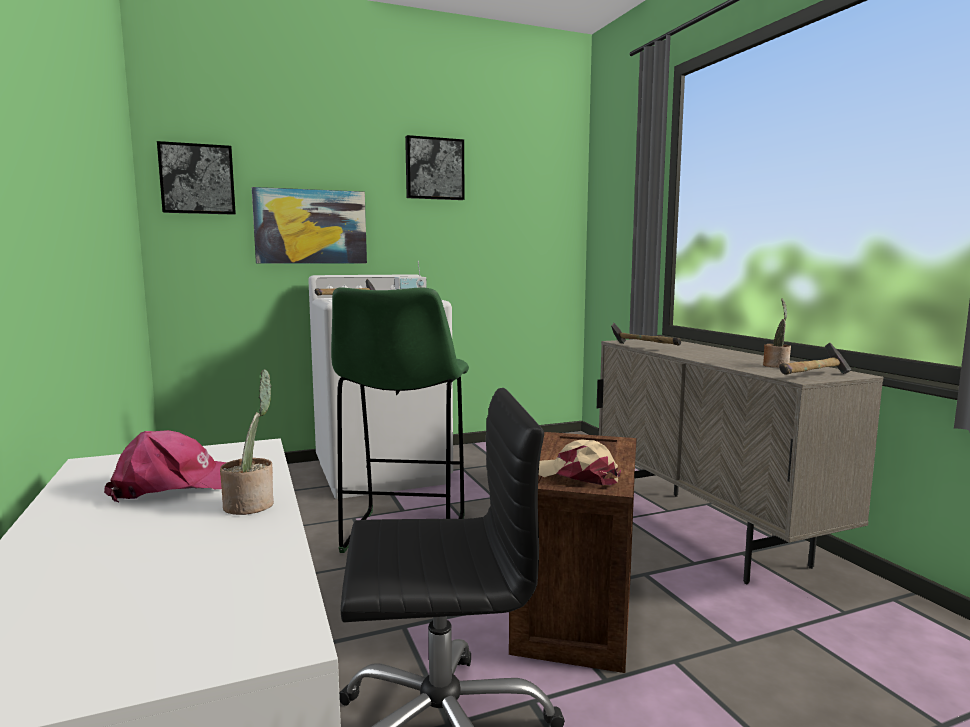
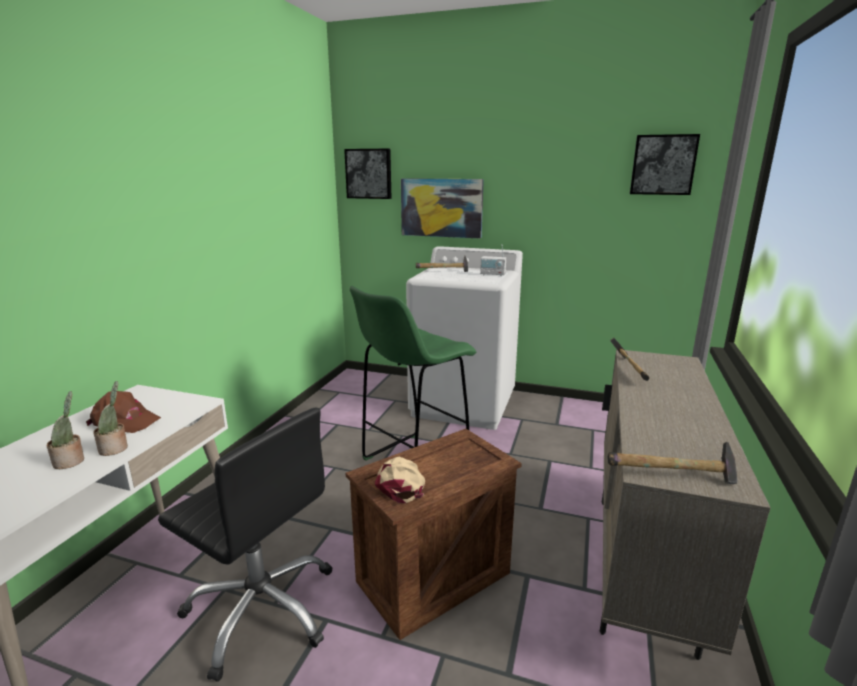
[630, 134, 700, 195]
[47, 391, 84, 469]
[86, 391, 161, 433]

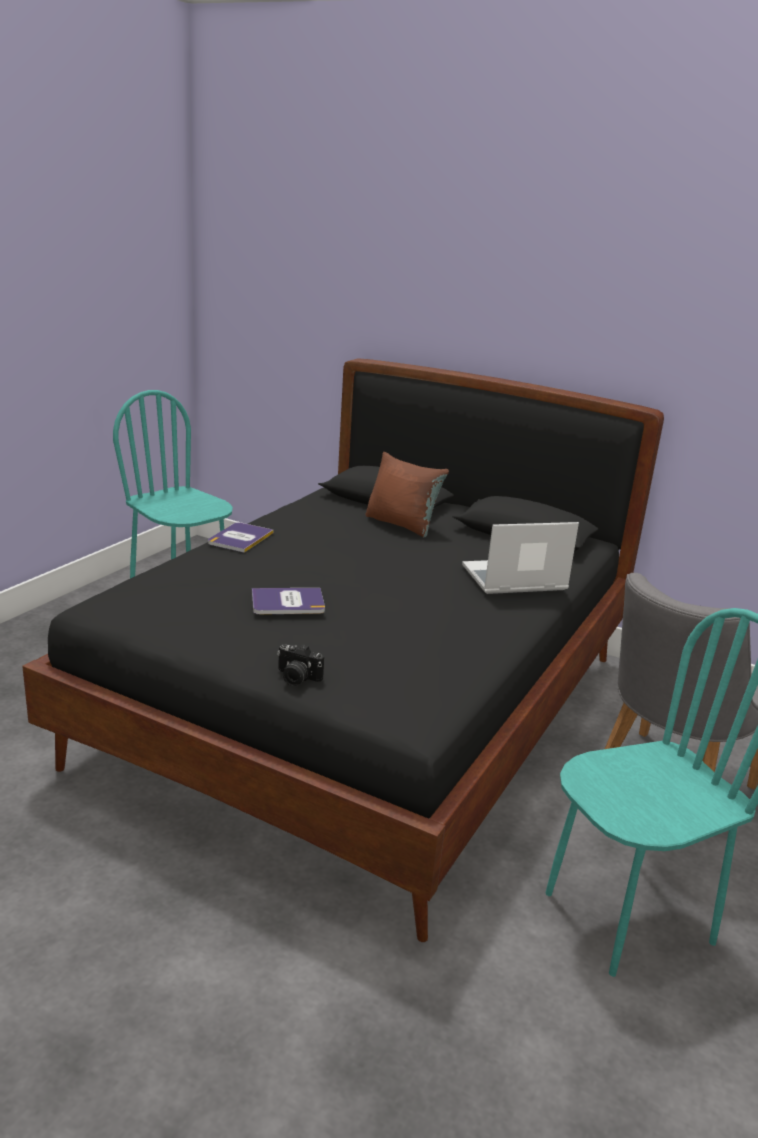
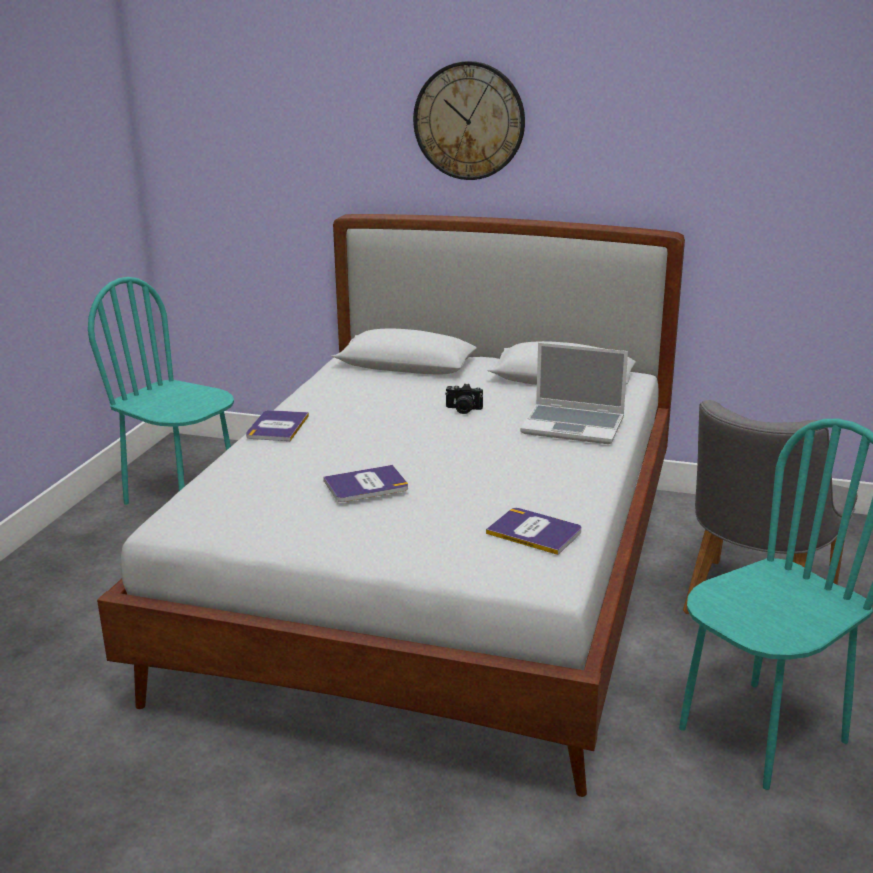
[97, 214, 685, 797]
[365, 452, 449, 537] (first image)
[520, 342, 628, 444]
[445, 383, 483, 414]
[413, 61, 525, 180]
[486, 508, 582, 555]

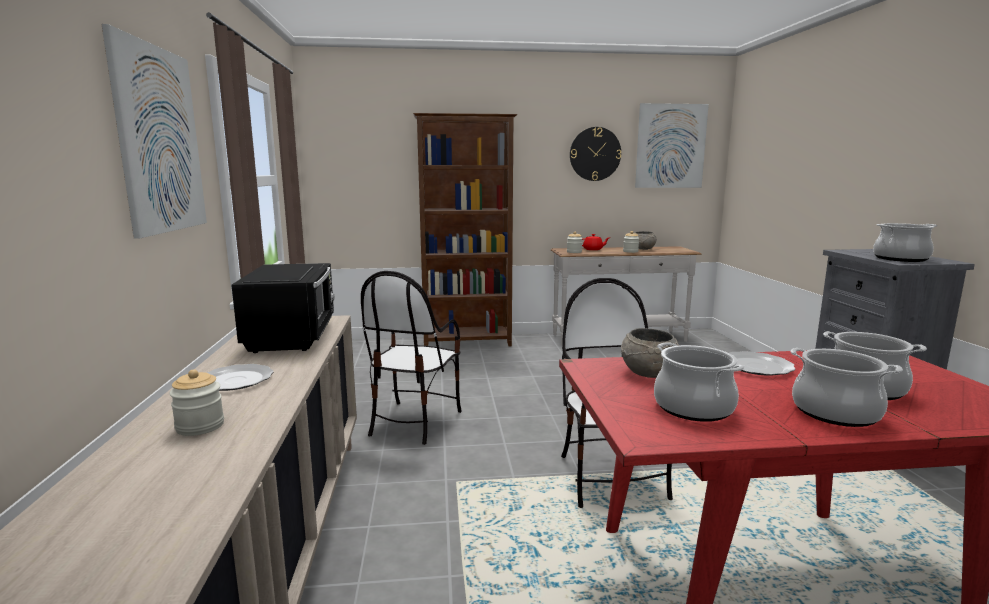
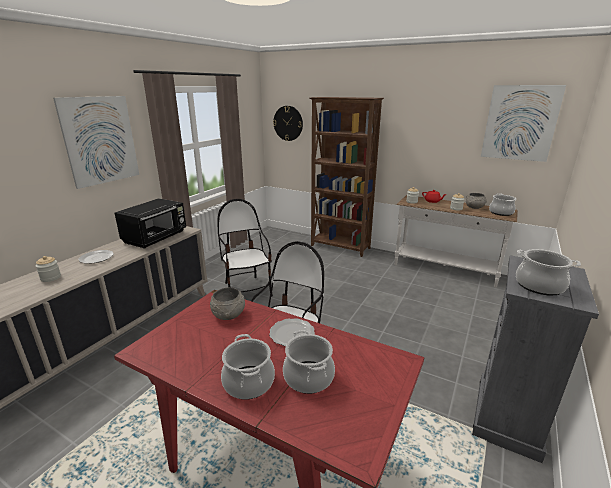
[273, 106, 303, 141]
[218, 199, 273, 297]
[489, 193, 516, 216]

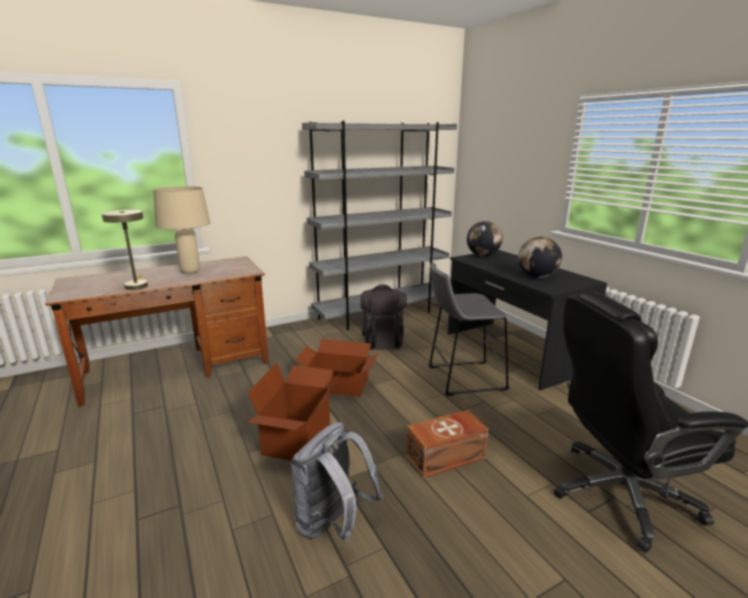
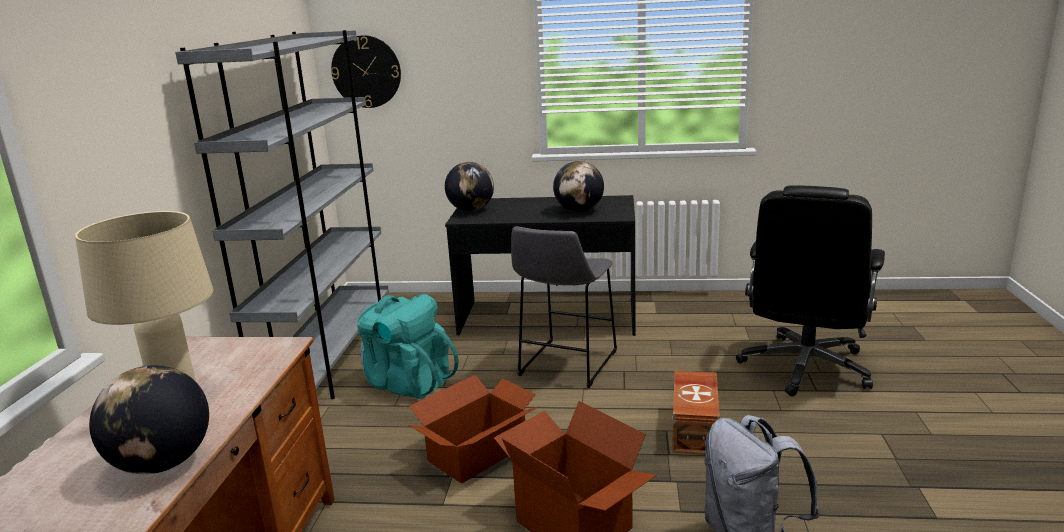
[89, 365, 209, 474]
[357, 294, 459, 399]
[331, 35, 401, 108]

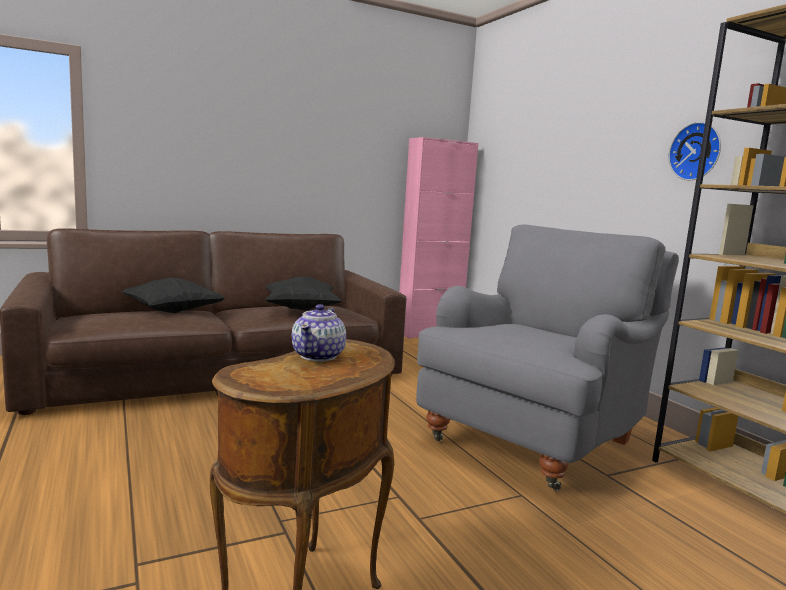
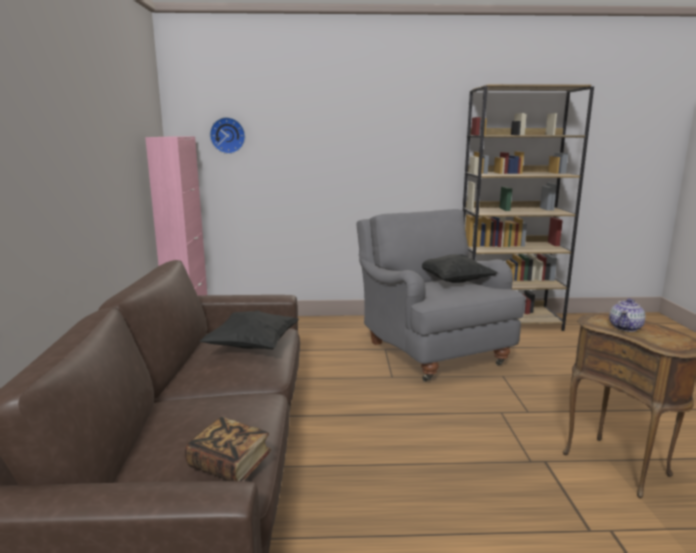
[210, 117, 245, 154]
[422, 254, 498, 283]
[609, 298, 646, 332]
[185, 417, 271, 481]

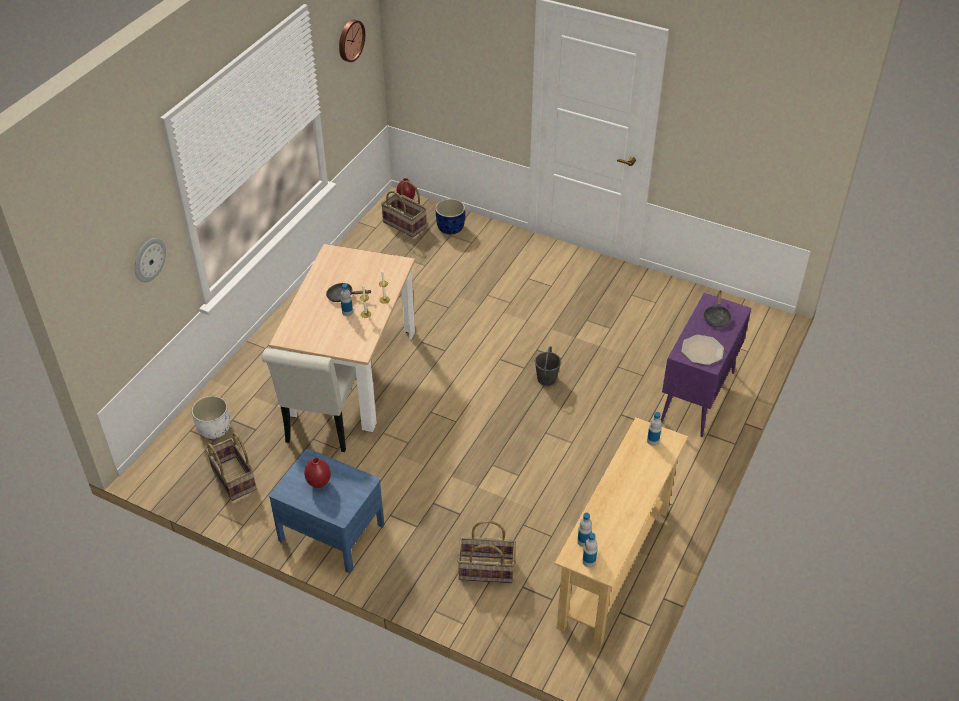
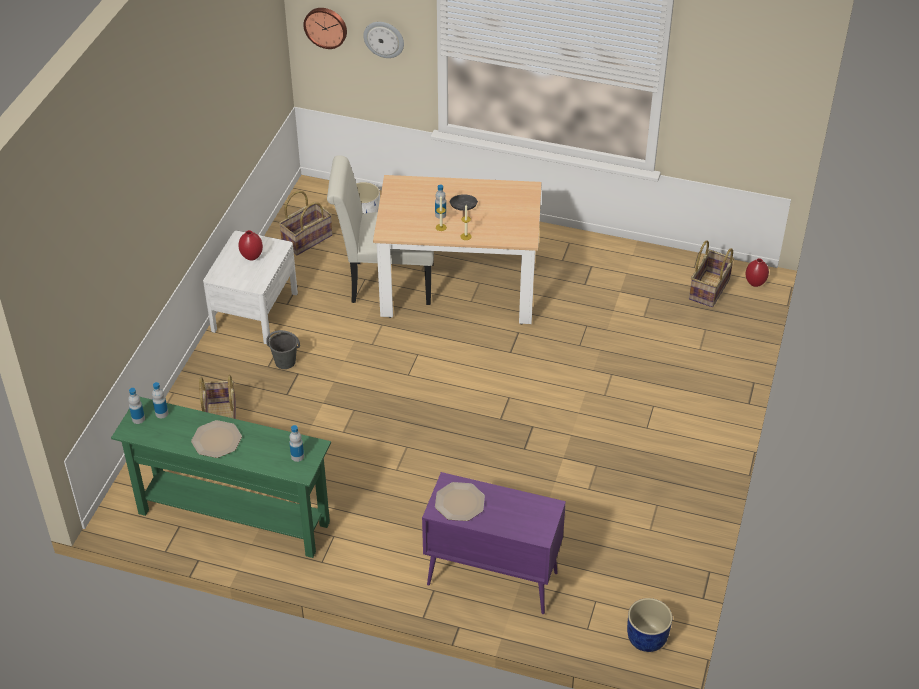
[304, 8, 347, 49]
[627, 598, 672, 652]
[704, 291, 731, 327] (first image)
[267, 330, 300, 369]
[111, 397, 331, 558]
[203, 231, 298, 344]
[191, 420, 242, 458]

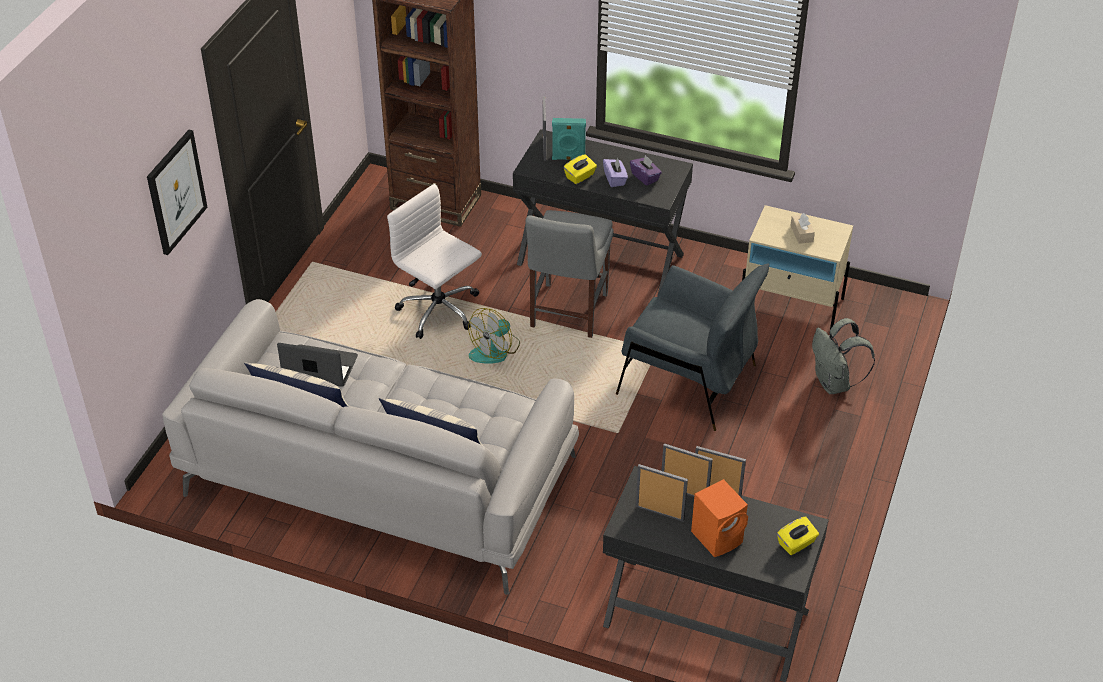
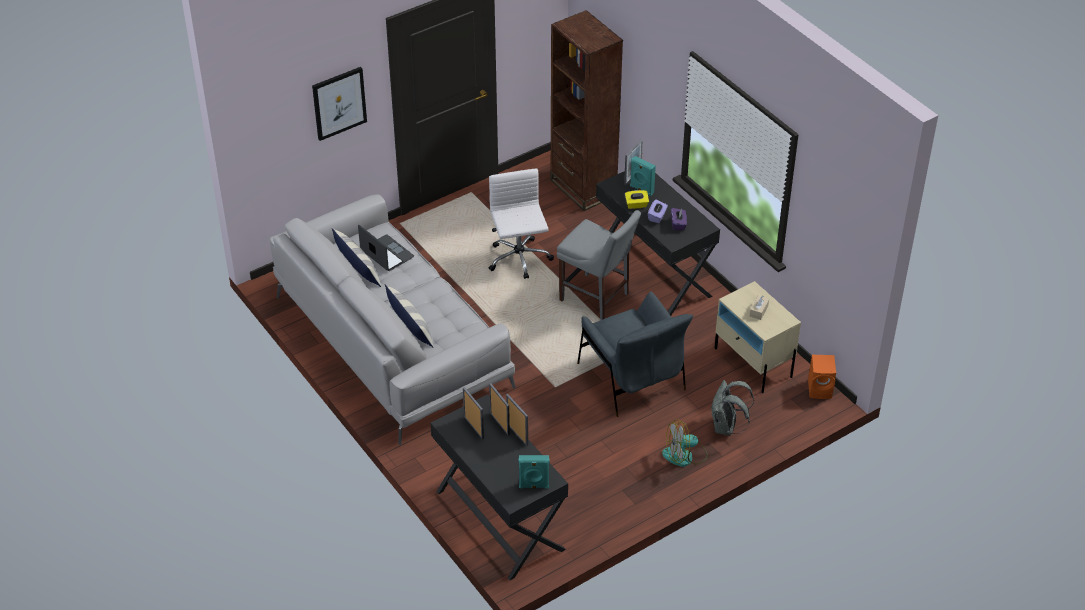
[557, 210, 641, 320]
[662, 419, 708, 467]
[808, 355, 836, 399]
[519, 455, 549, 488]

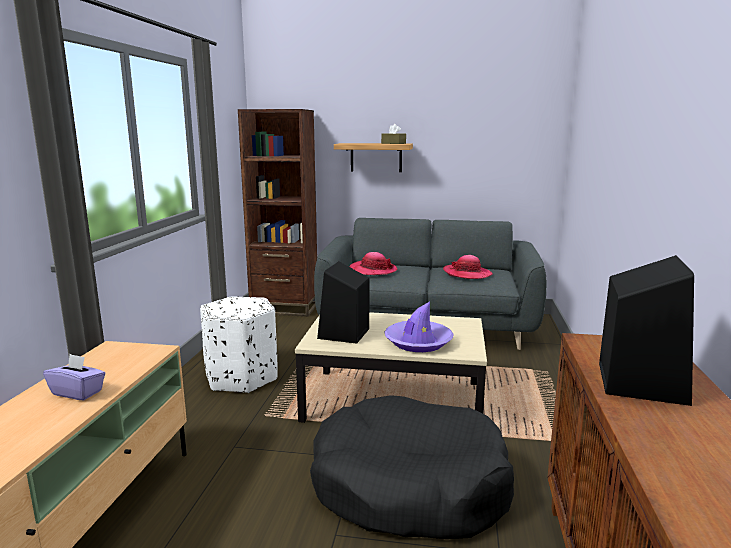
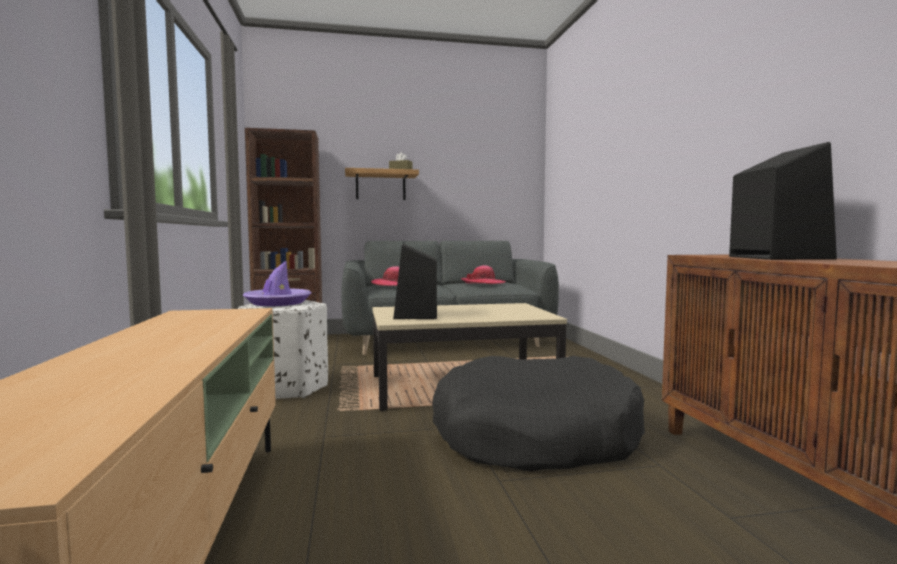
[243, 260, 312, 306]
[43, 354, 106, 400] (first image)

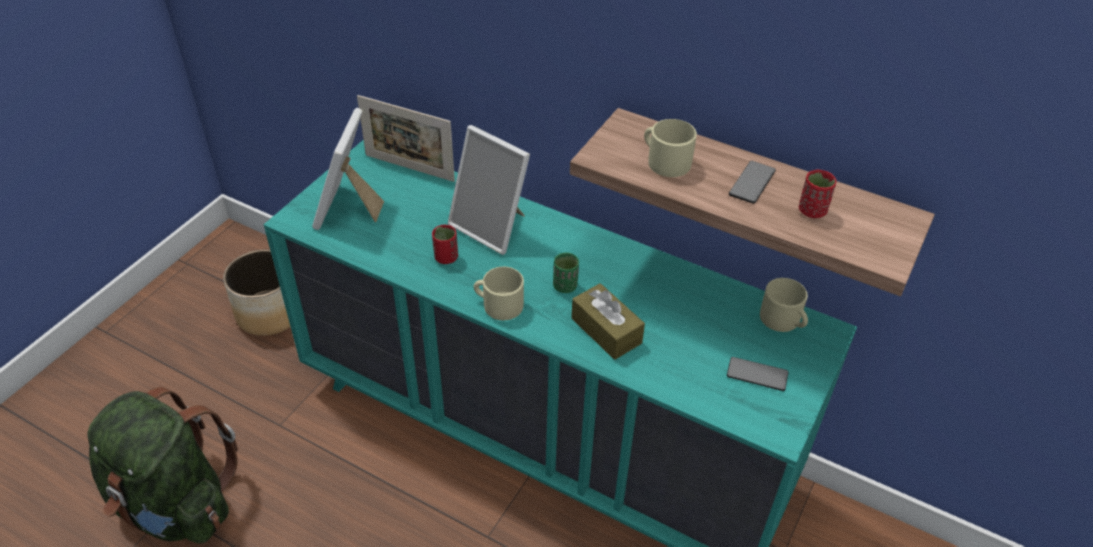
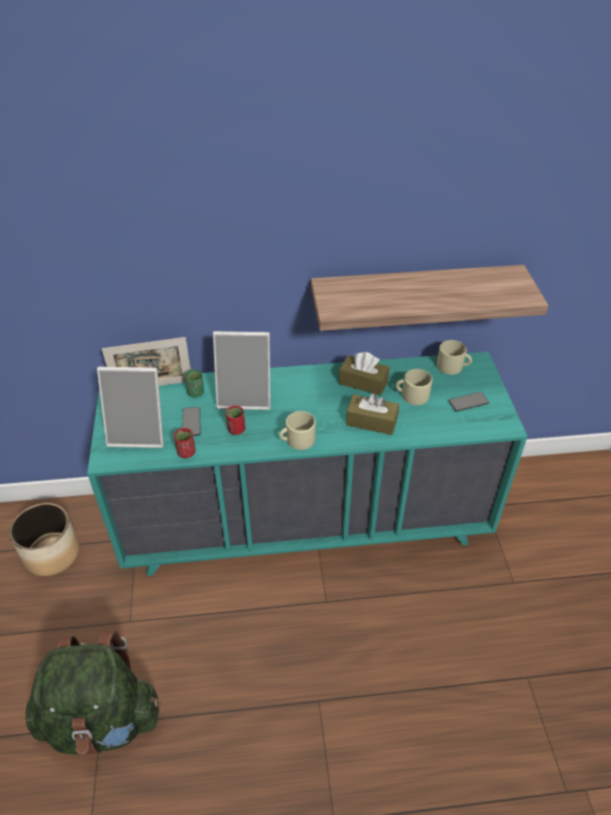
[97, 367, 164, 448]
[396, 369, 432, 405]
[182, 407, 200, 436]
[174, 428, 196, 458]
[185, 370, 204, 398]
[339, 352, 390, 396]

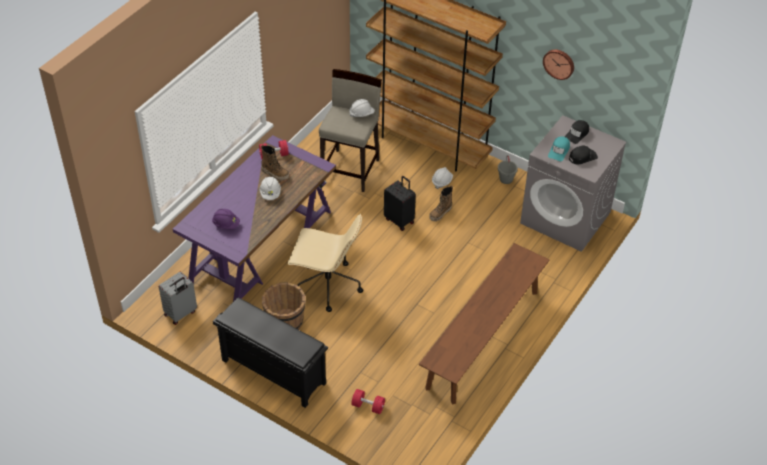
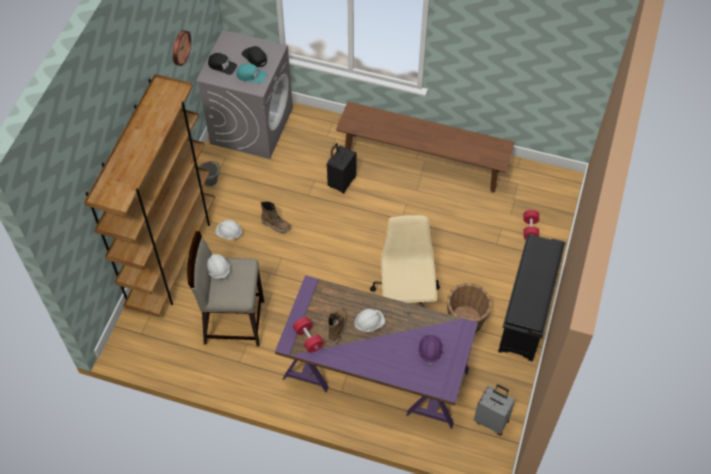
[327, 143, 356, 194]

